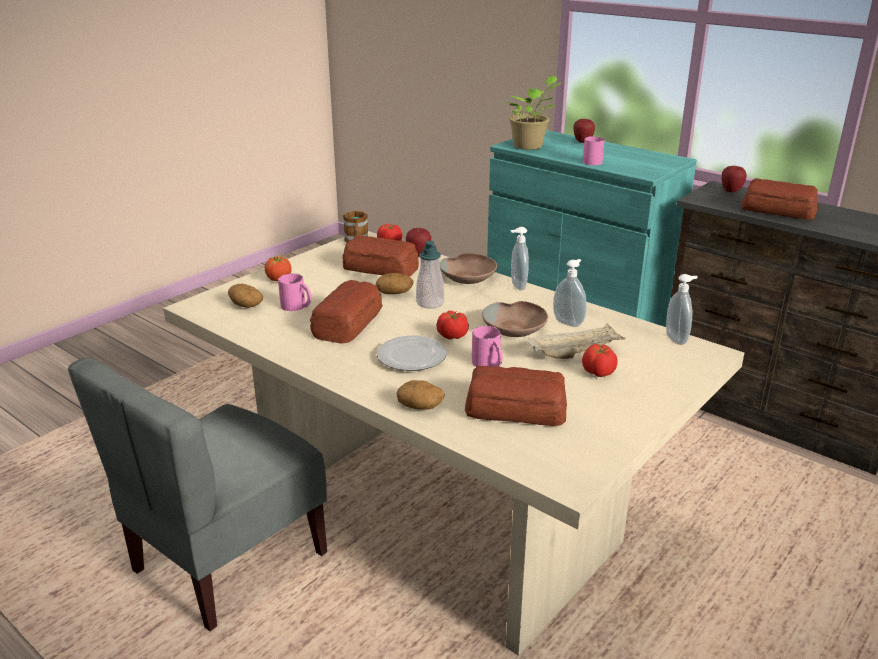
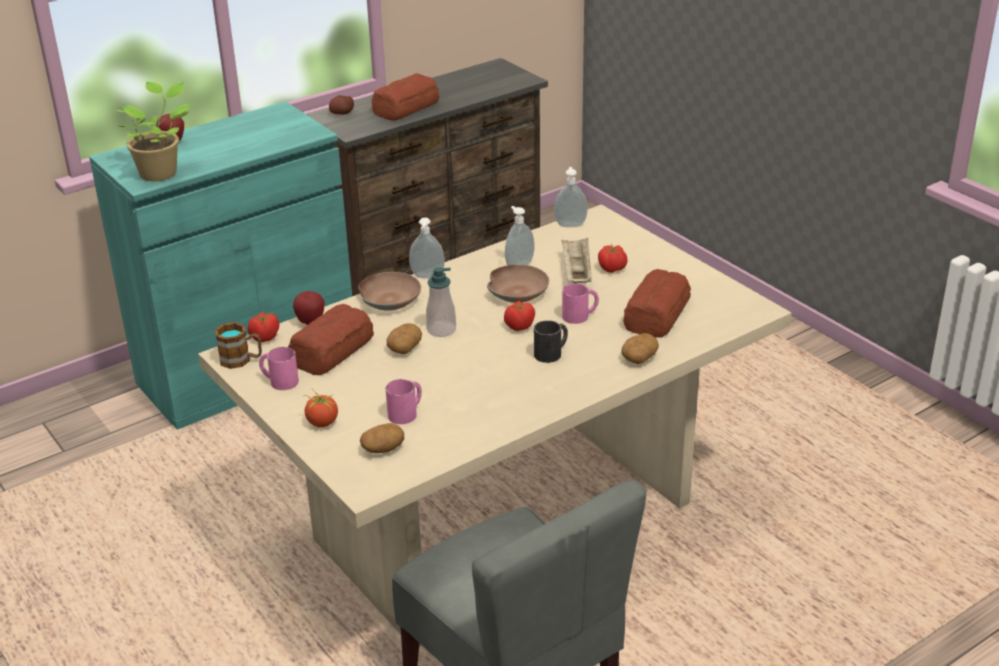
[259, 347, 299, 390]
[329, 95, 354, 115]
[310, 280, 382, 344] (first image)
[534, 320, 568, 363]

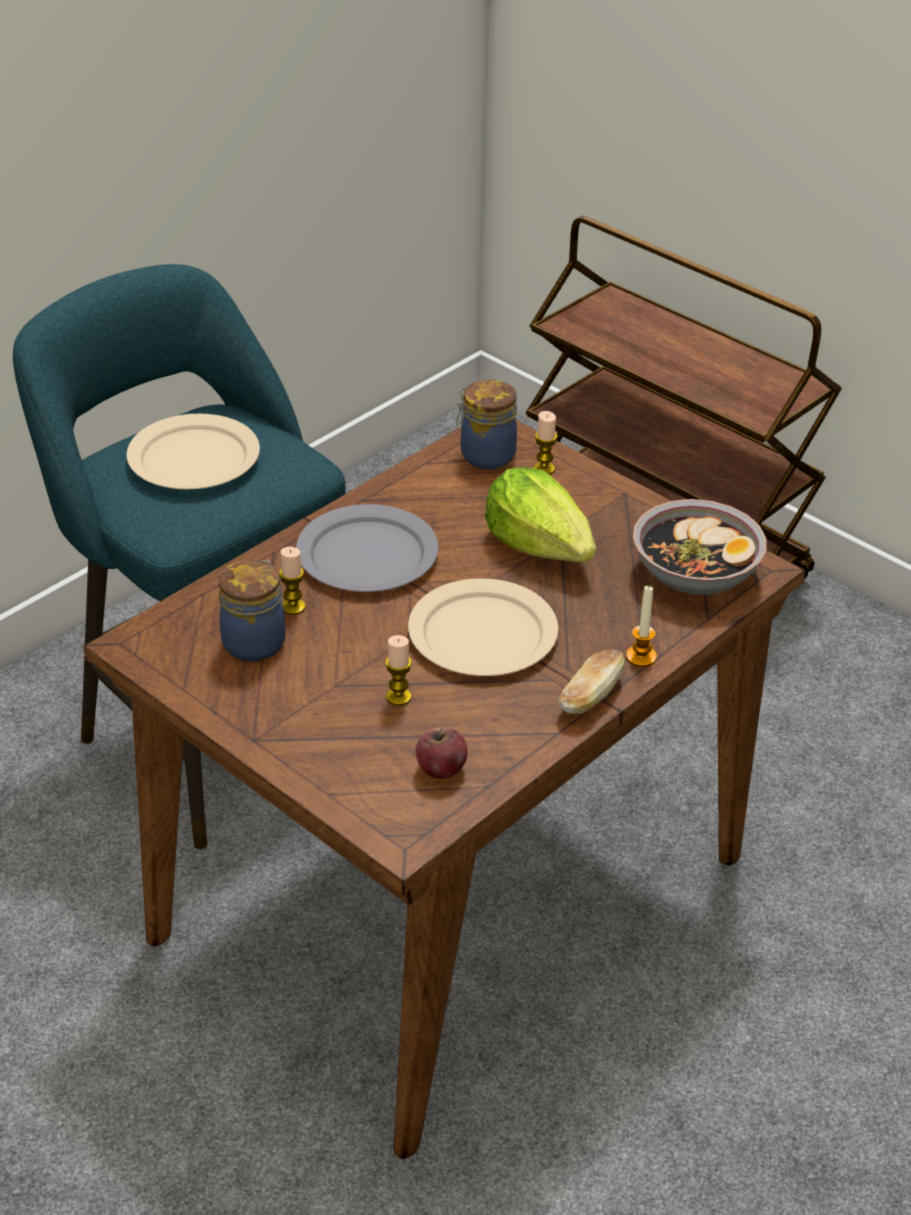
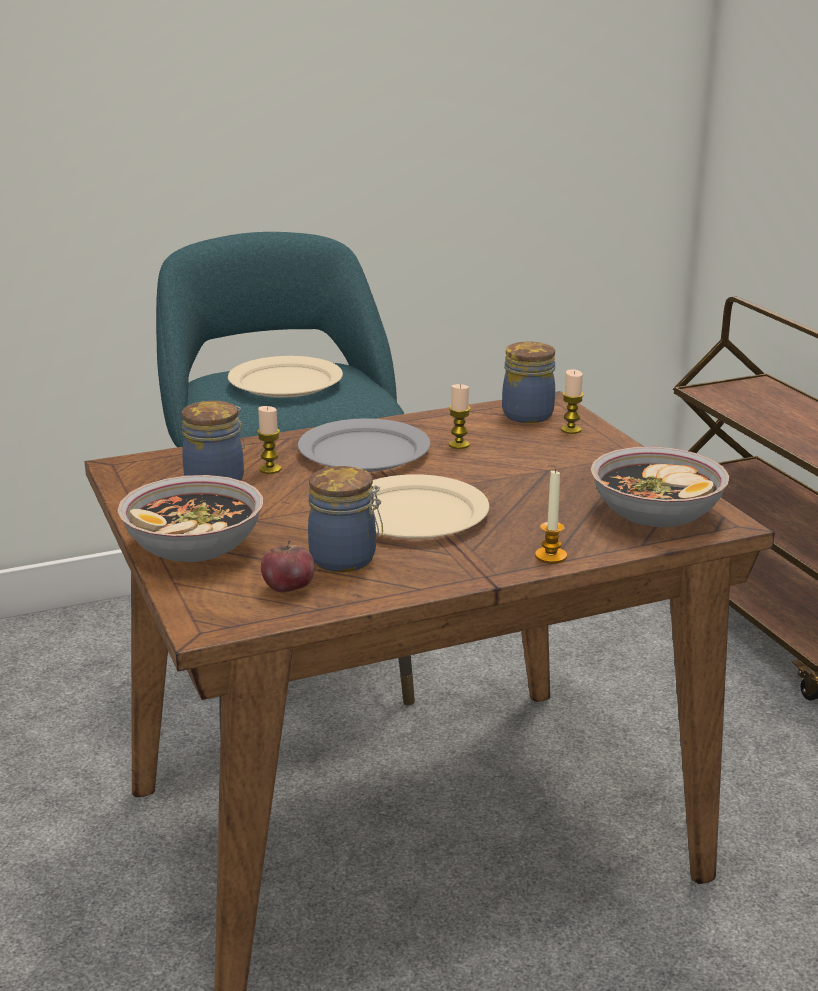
[485, 467, 596, 562] (first image)
[449, 384, 471, 449]
[558, 649, 625, 714] (first image)
[308, 466, 383, 572]
[117, 475, 263, 562]

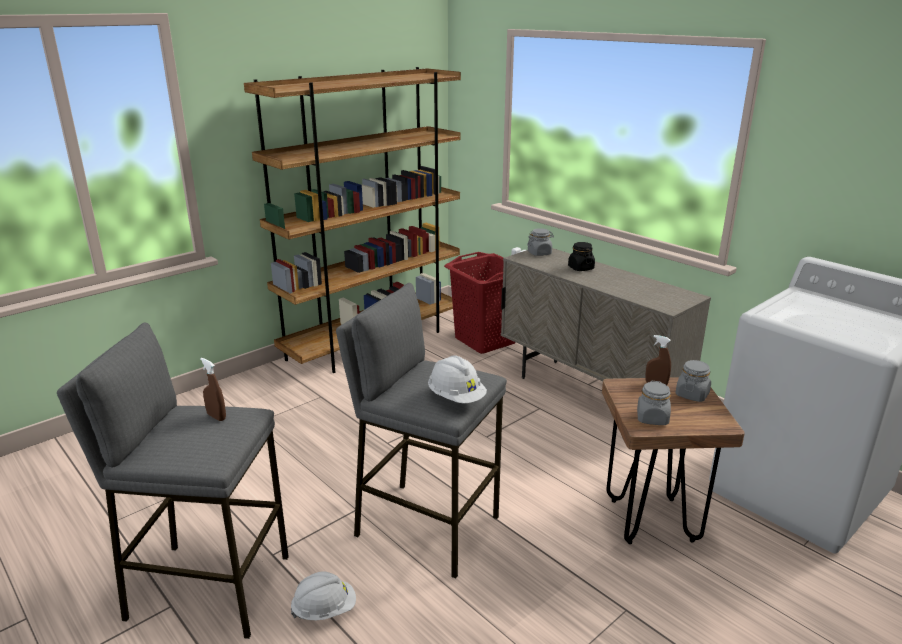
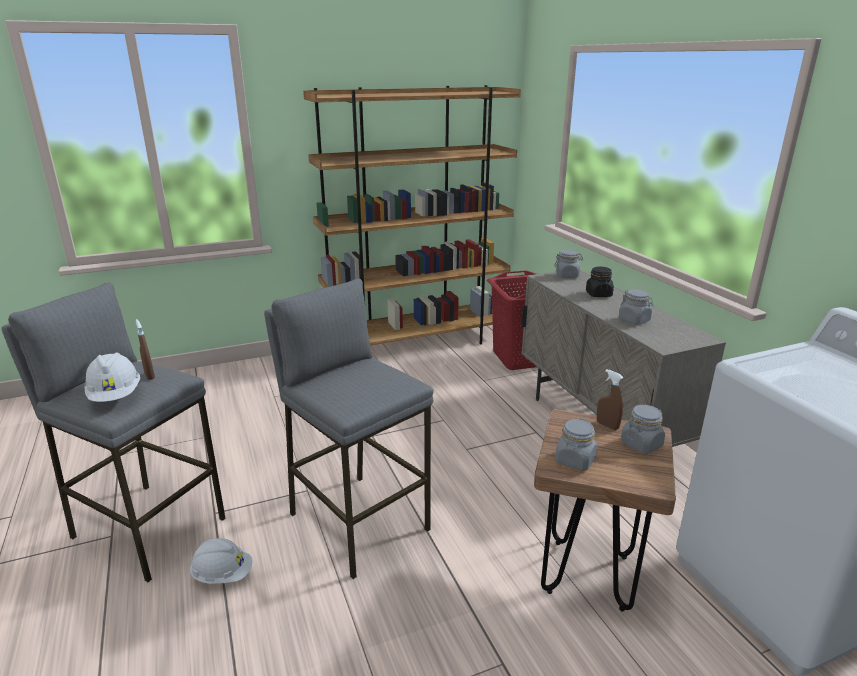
[84, 352, 140, 402]
[619, 289, 654, 325]

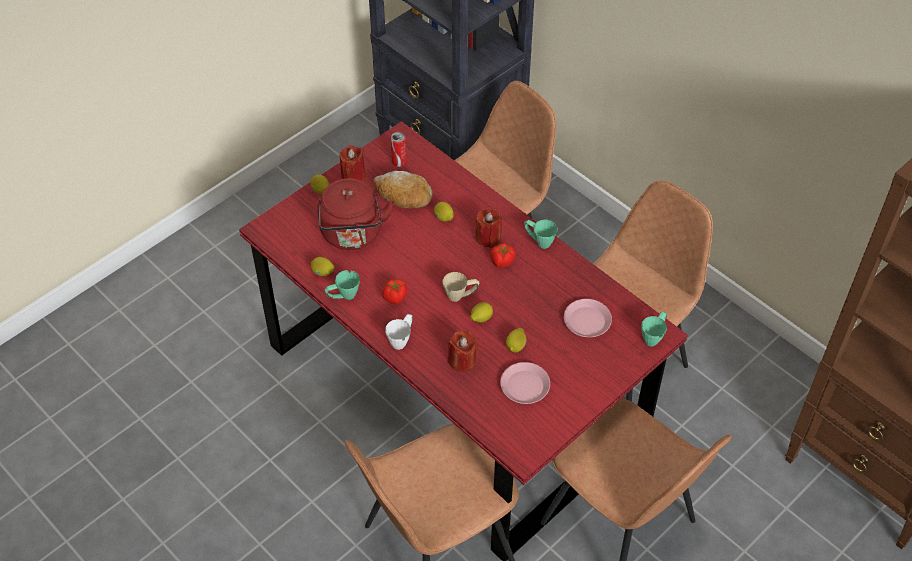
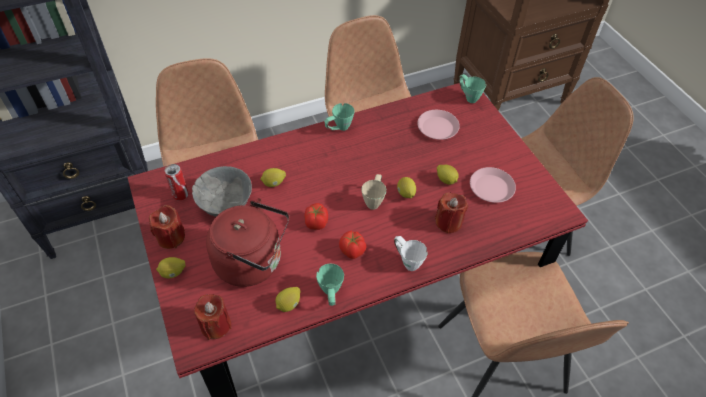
[192, 166, 252, 217]
[194, 294, 231, 340]
[304, 203, 328, 230]

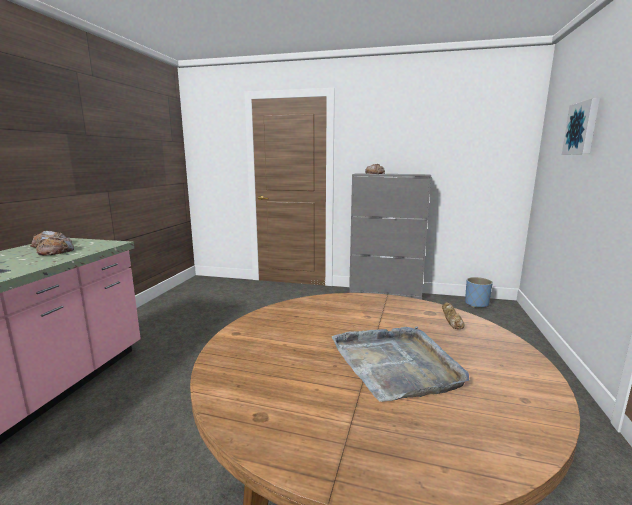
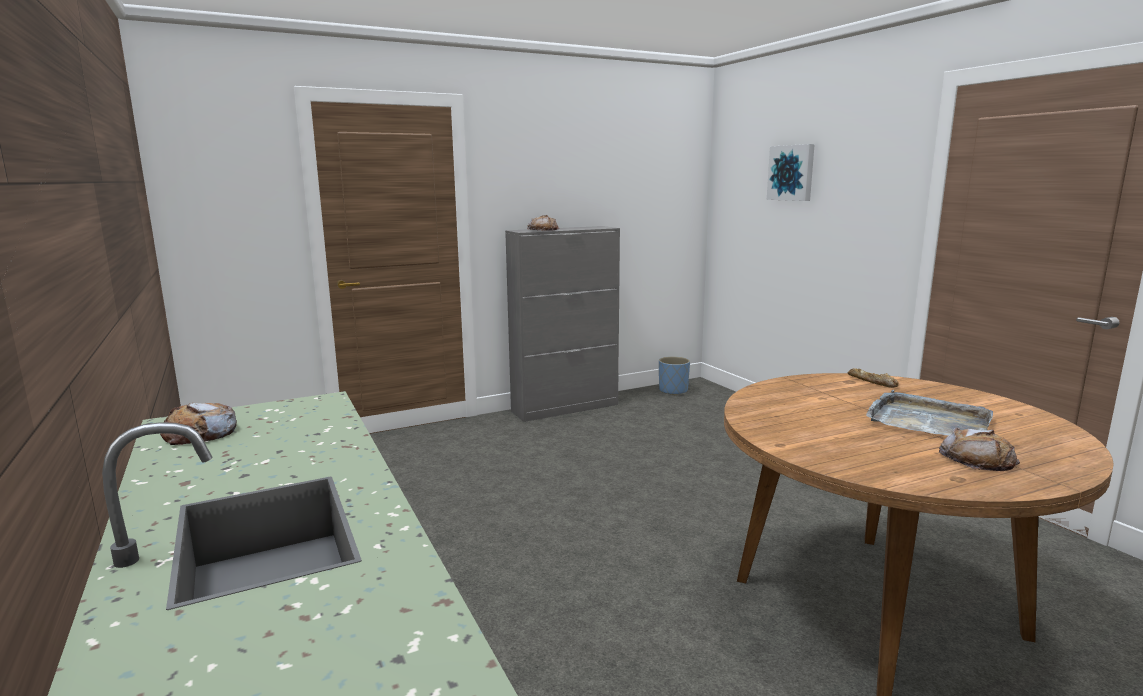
[939, 427, 1020, 471]

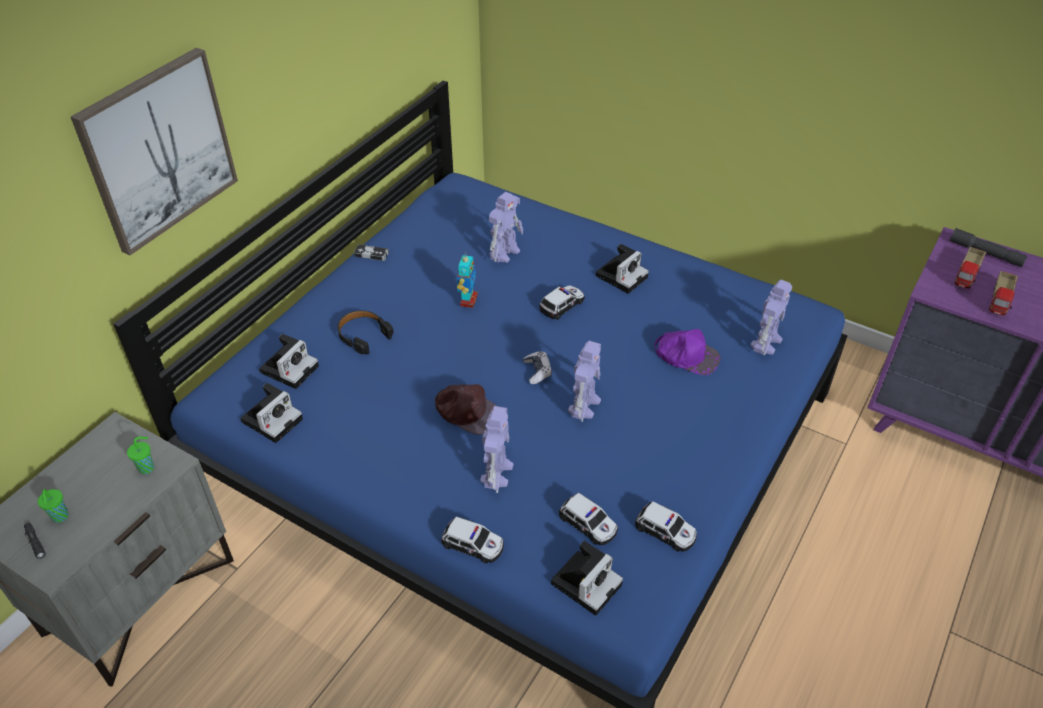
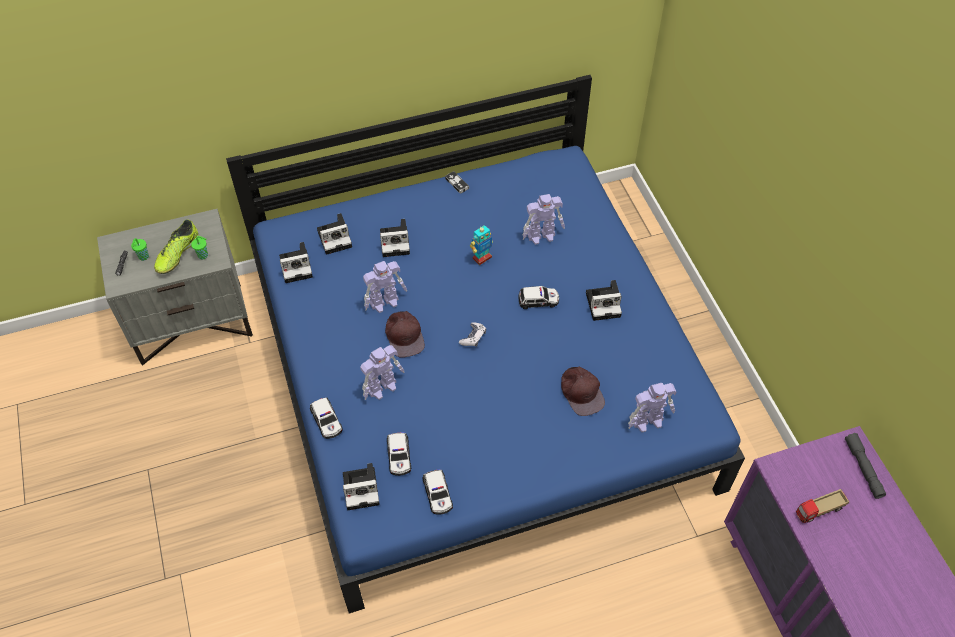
[71, 48, 238, 256] (first image)
[955, 247, 986, 289] (first image)
[380, 219, 410, 257]
[561, 366, 605, 416]
[363, 261, 407, 313]
[154, 219, 199, 274]

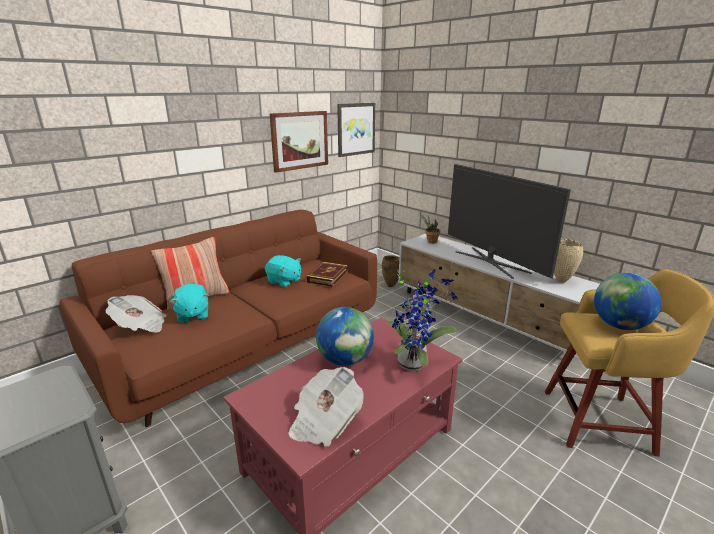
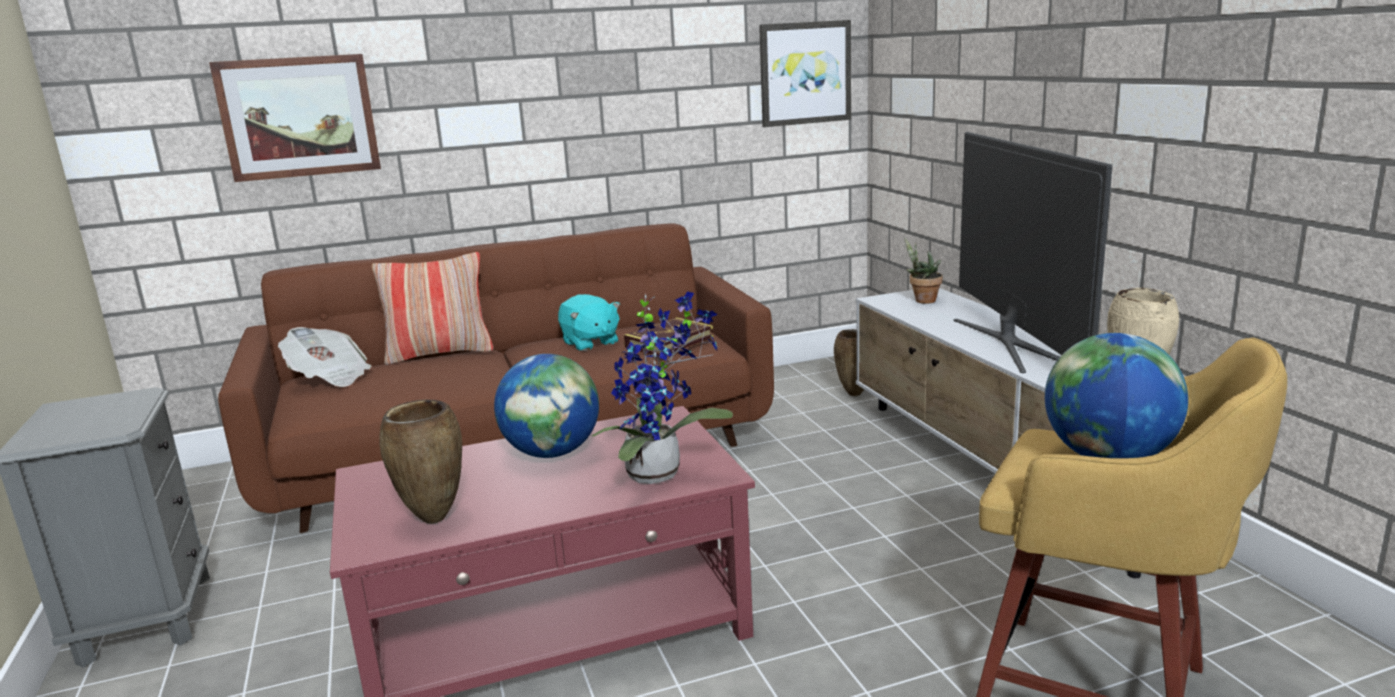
[209, 54, 381, 182]
[170, 284, 209, 323] (first image)
[379, 399, 462, 524]

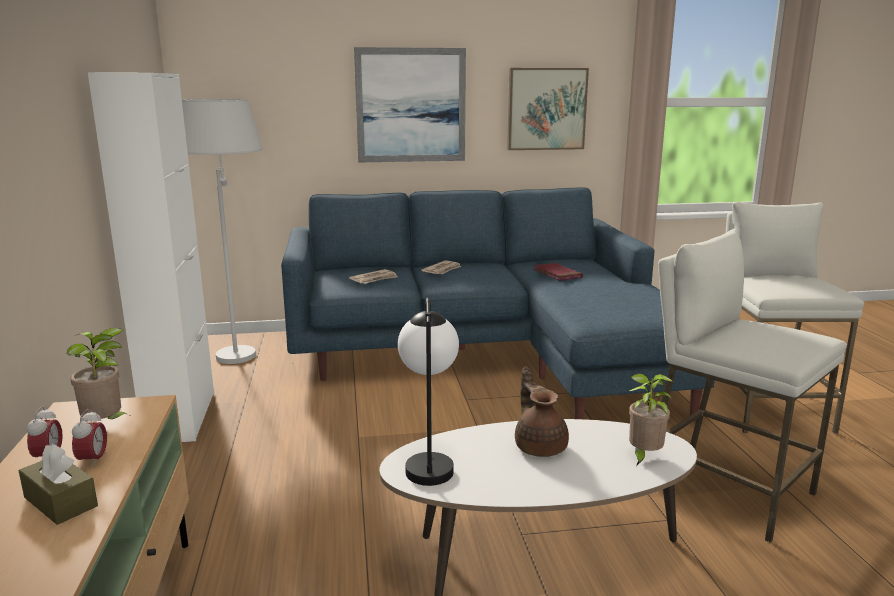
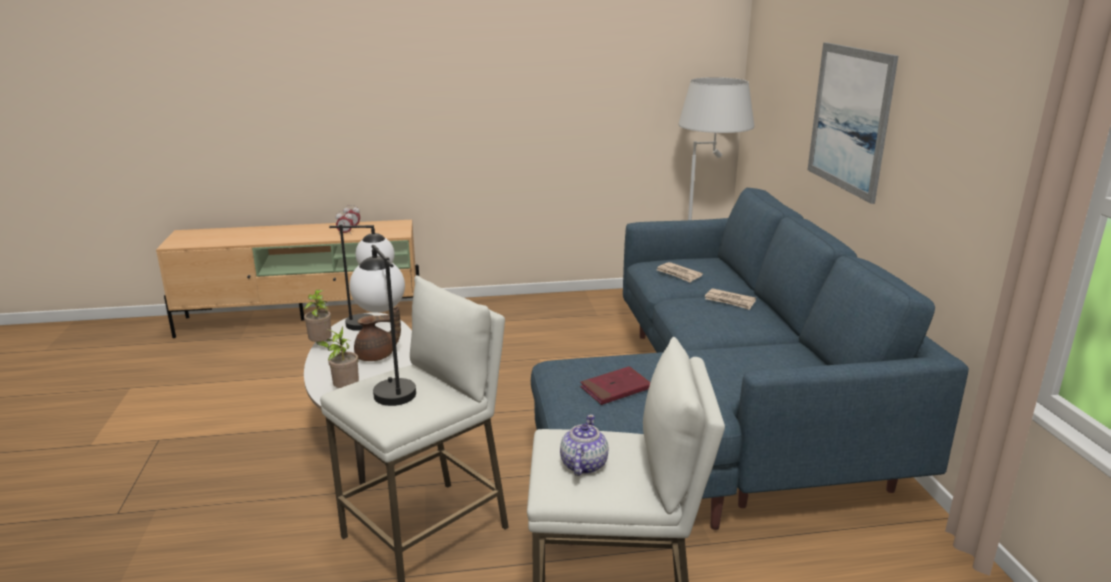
[507, 68, 589, 150] (first image)
[88, 73, 214, 442] (first image)
[580, 366, 650, 405]
[304, 290, 332, 351]
[19, 444, 98, 525] (first image)
[349, 245, 416, 406]
[560, 414, 608, 476]

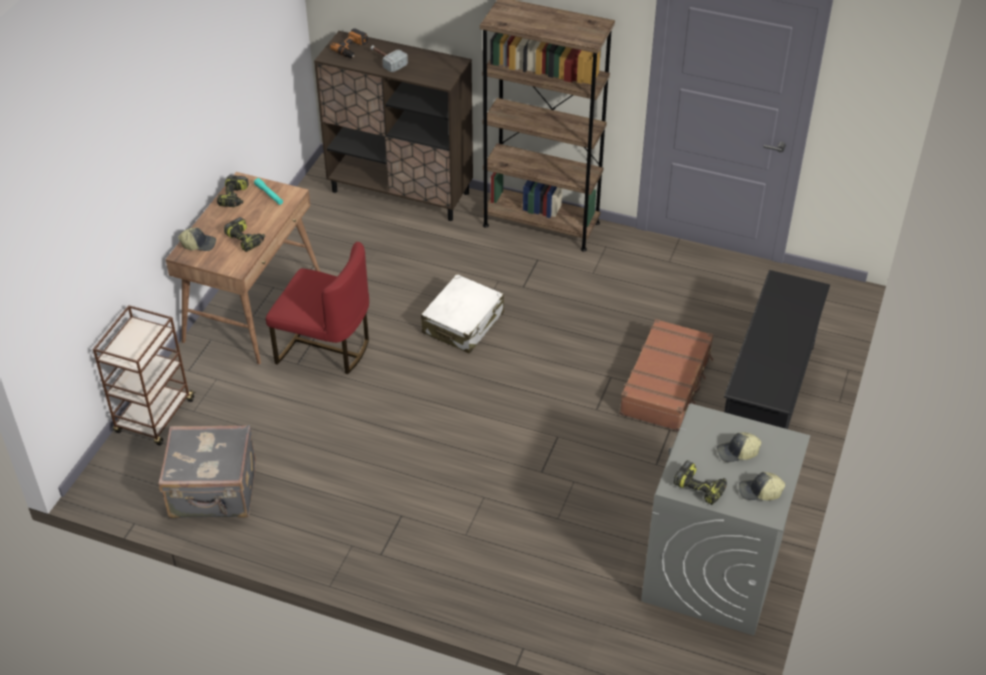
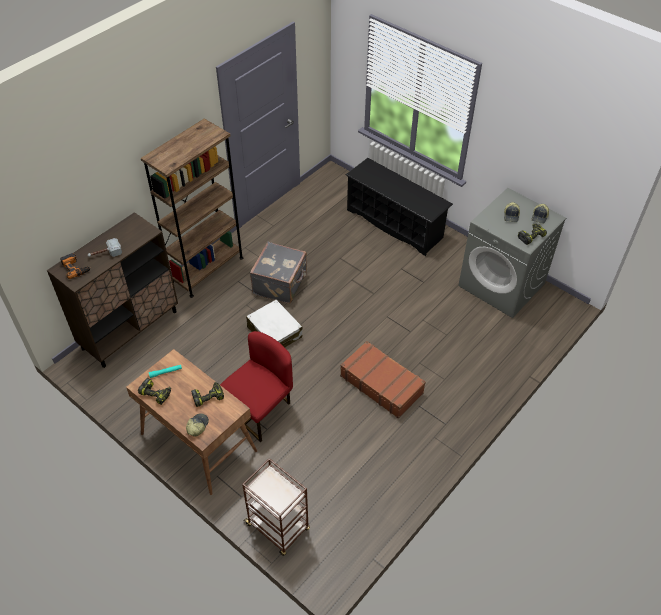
[340, 341, 426, 419]
[250, 242, 307, 304]

